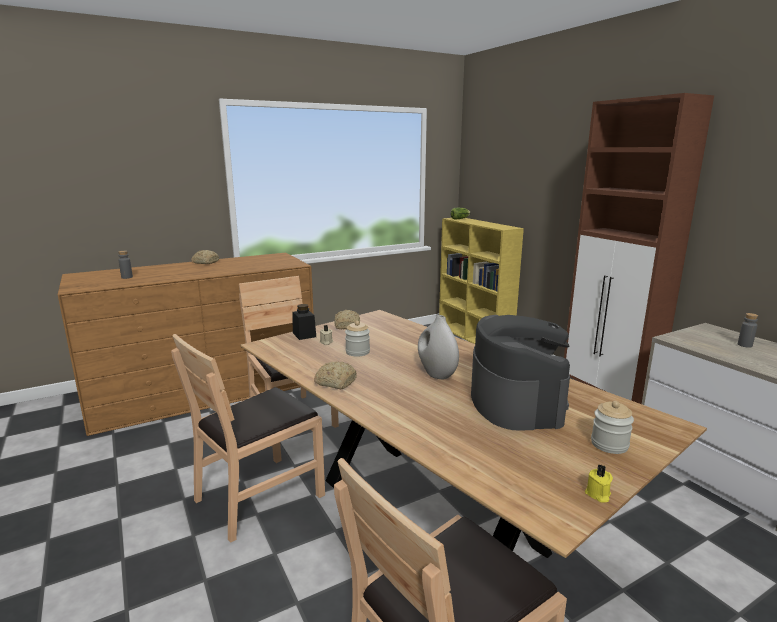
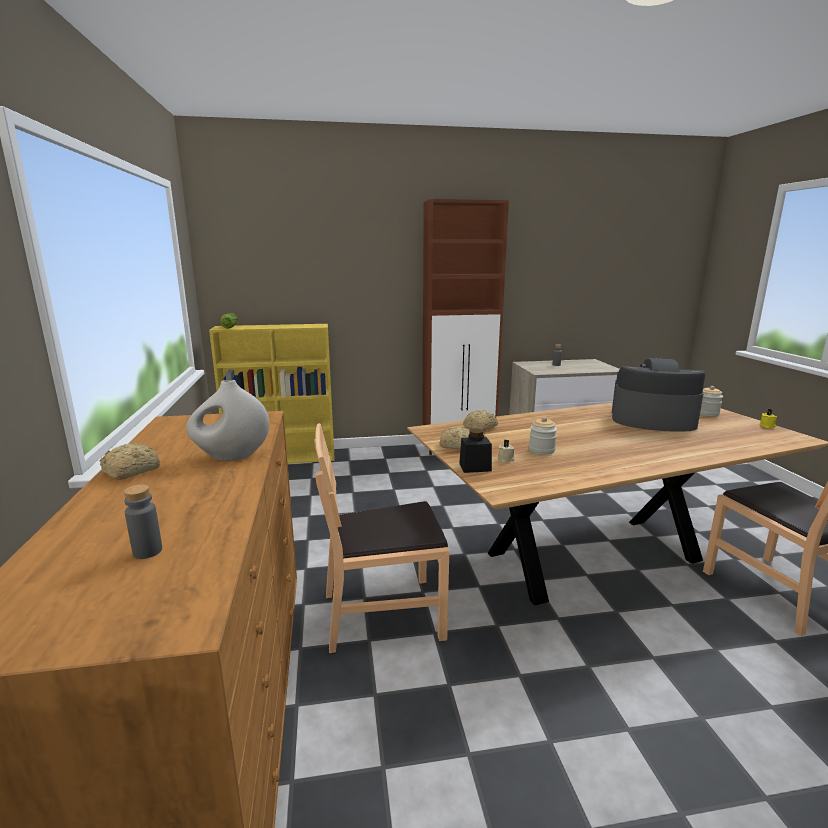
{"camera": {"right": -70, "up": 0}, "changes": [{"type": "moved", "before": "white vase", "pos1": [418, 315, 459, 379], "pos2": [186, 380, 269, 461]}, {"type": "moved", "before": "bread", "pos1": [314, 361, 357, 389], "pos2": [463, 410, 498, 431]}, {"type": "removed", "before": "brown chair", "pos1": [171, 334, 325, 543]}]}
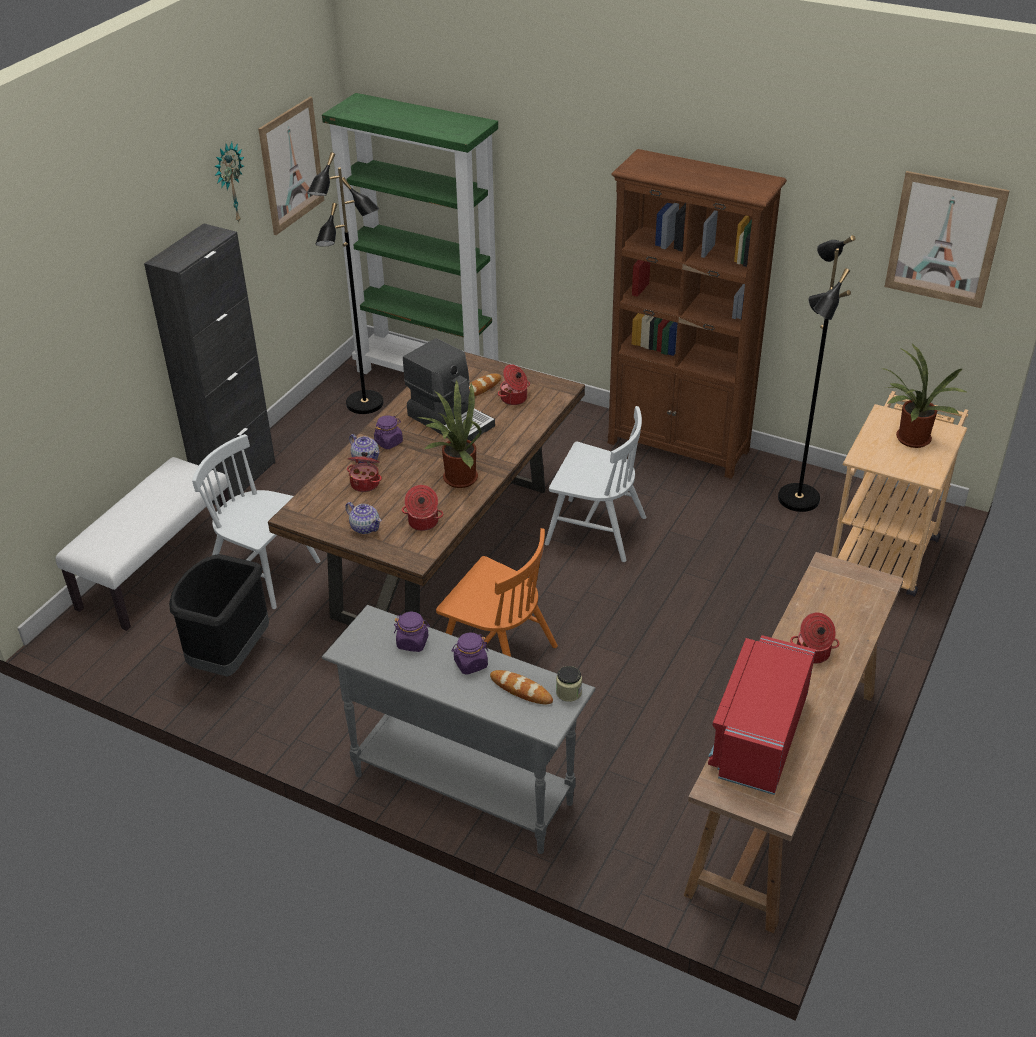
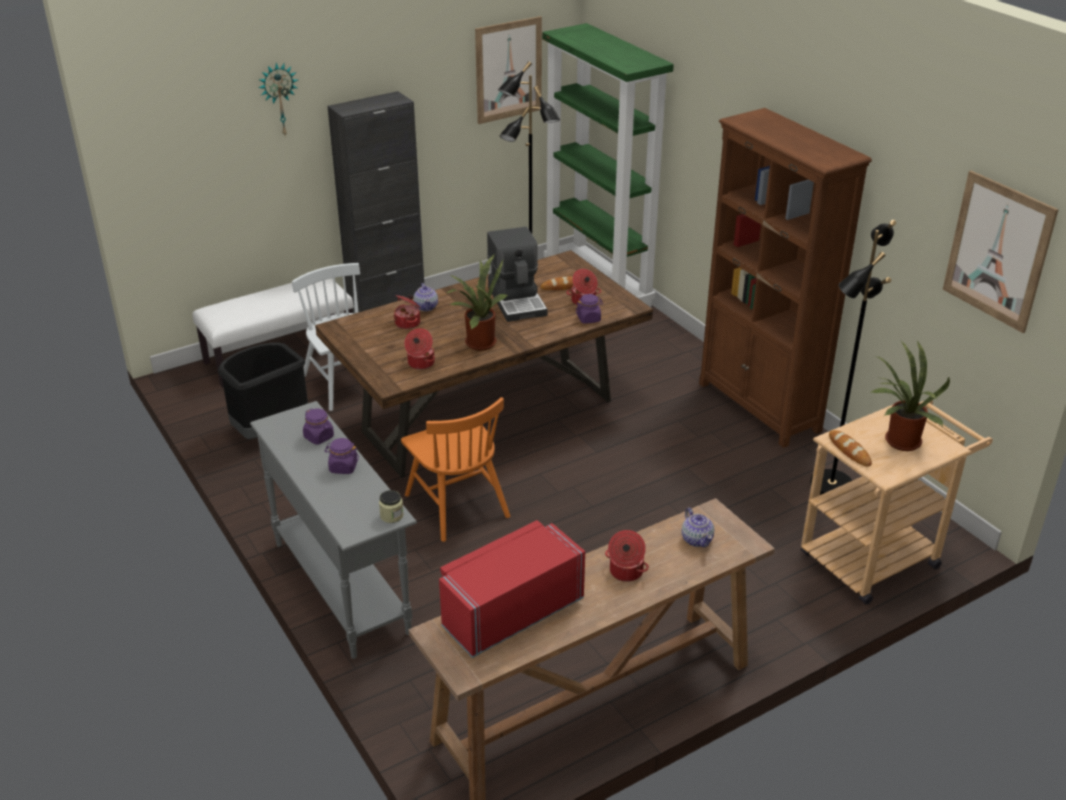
{"camera": {"right": 30, "up": -5}, "changes": [{"type": "moved", "before": "wall clock", "pos1": [214, 142, 244, 222], "pos2": [258, 63, 298, 135]}, {"type": "moved", "before": "purple jar", "pos1": [374, 415, 403, 449], "pos2": [576, 294, 603, 324]}, {"type": "moved", "before": "teapot", "pos1": [345, 502, 382, 534], "pos2": [681, 508, 714, 548]}, {"type": "moved", "before": "bread", "pos1": [490, 670, 553, 704], "pos2": [829, 430, 872, 467]}, {"type": "removed", "before": "white chair", "pos1": [545, 406, 646, 562]}]}
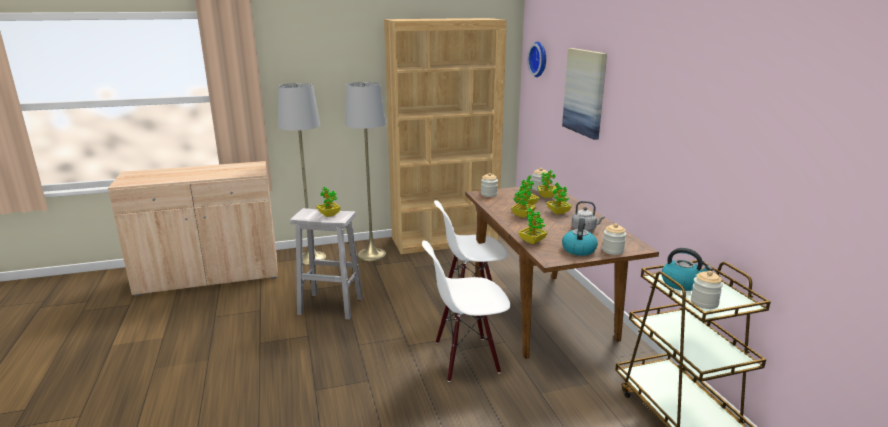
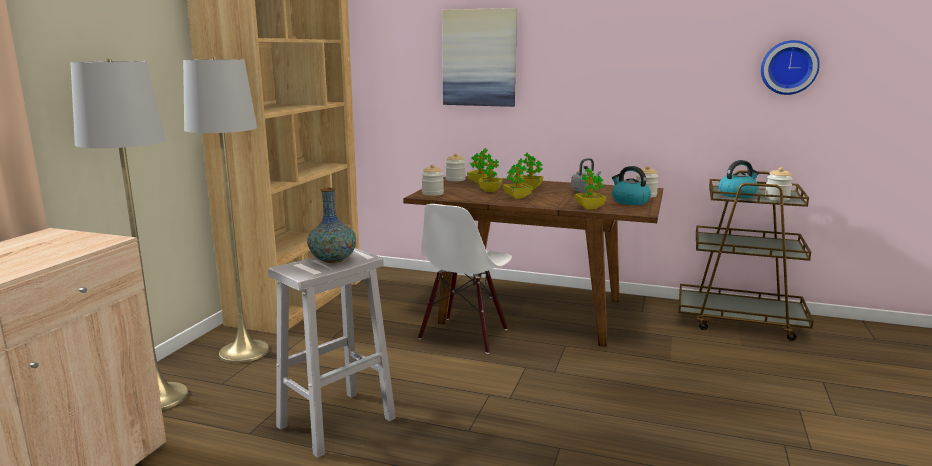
{"camera": {"right": -55, "up": -5}, "changes": [{"type": "replaced", "before": "potted plant", "after": "vase", "pos1": [317, 187, 341, 217], "pos2": [307, 188, 356, 263]}, {"type": "moved", "before": "wall clock", "pos1": [528, 42, 546, 77], "pos2": [761, 40, 820, 95]}, {"type": "removed", "before": "white chair", "pos1": [422, 240, 510, 382]}]}
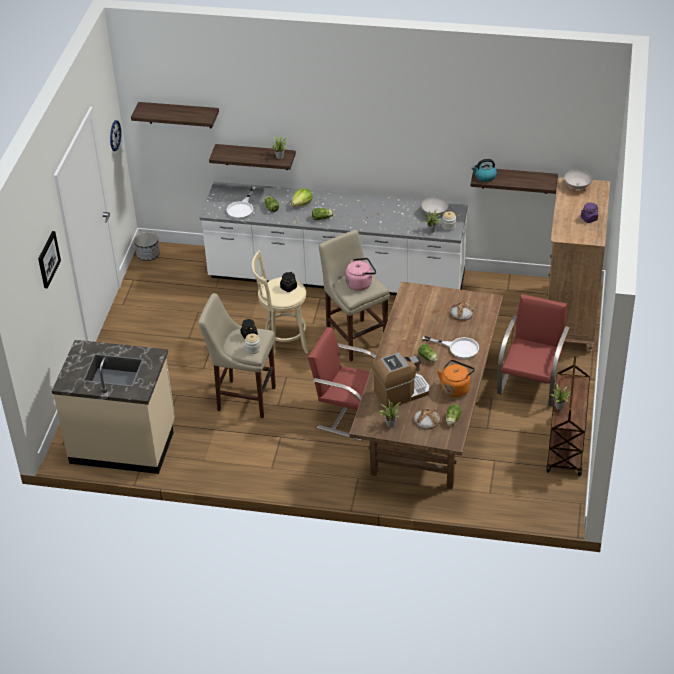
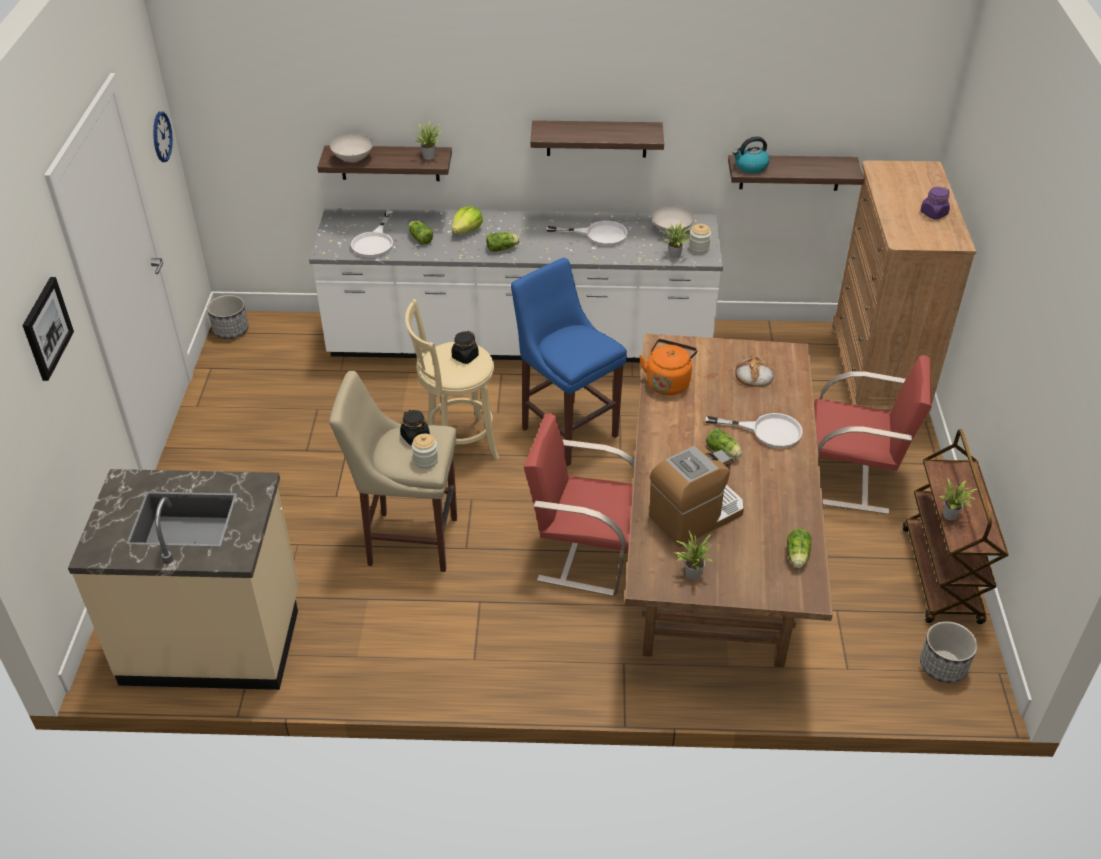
{"camera": {"right": -10, "up": 0}, "changes": [{"type": "moved", "before": "white bowl", "pos1": [564, 169, 593, 189], "pos2": [330, 134, 373, 162]}, {"type": "recoloured", "before": "beige stool", "after": "blue stool", "pos1": [319, 230, 390, 361], "pos2": [511, 258, 627, 466]}, {"type": "moved", "before": "shelf", "pos1": [131, 102, 219, 128], "pos2": [530, 120, 664, 157]}, {"type": "added", "after": "white frying pan", "pos2": [546, 221, 628, 246]}, {"type": "moved", "before": "orange kettle", "pos1": [437, 360, 475, 397], "pos2": [639, 339, 698, 395]}, {"type": "turned", "before": "red chair", "pos1": [497, 294, 570, 406], "pos2": [814, 355, 932, 514], "turn": 90}, {"type": "added", "after": "planter", "pos2": [920, 621, 978, 683]}, {"type": "removed", "before": "pink kettle", "pos1": [345, 258, 376, 291]}, {"type": "removed", "before": "bread", "pos1": [414, 408, 440, 430]}]}
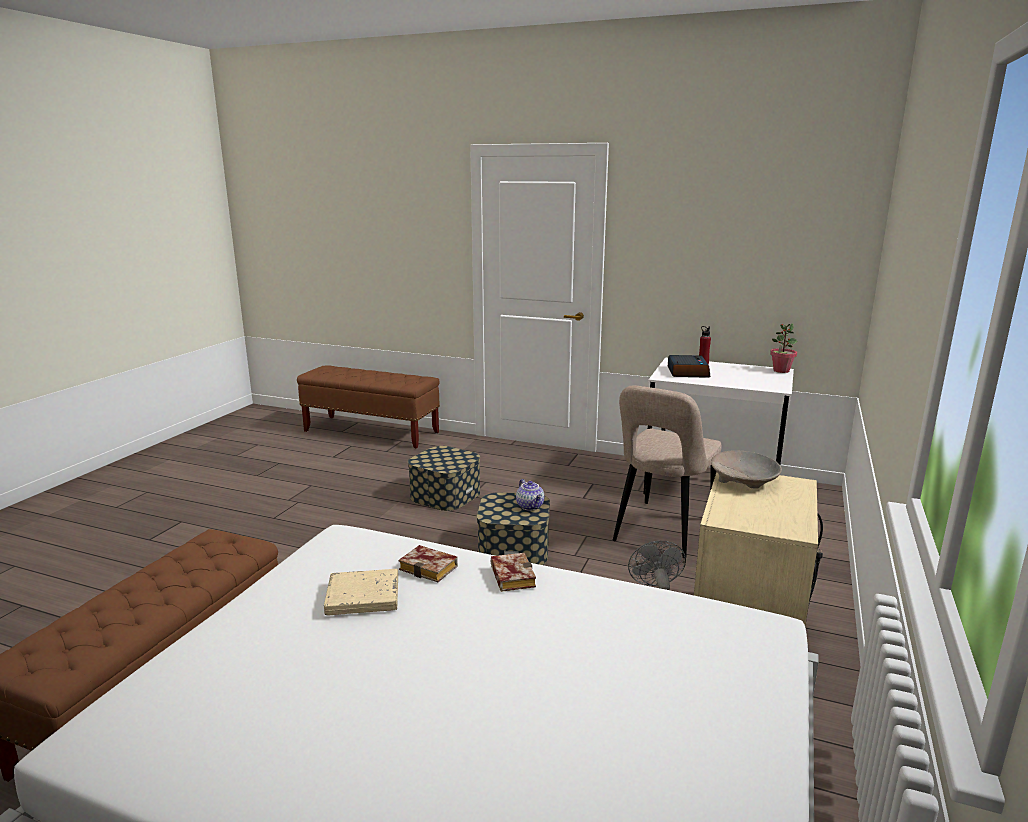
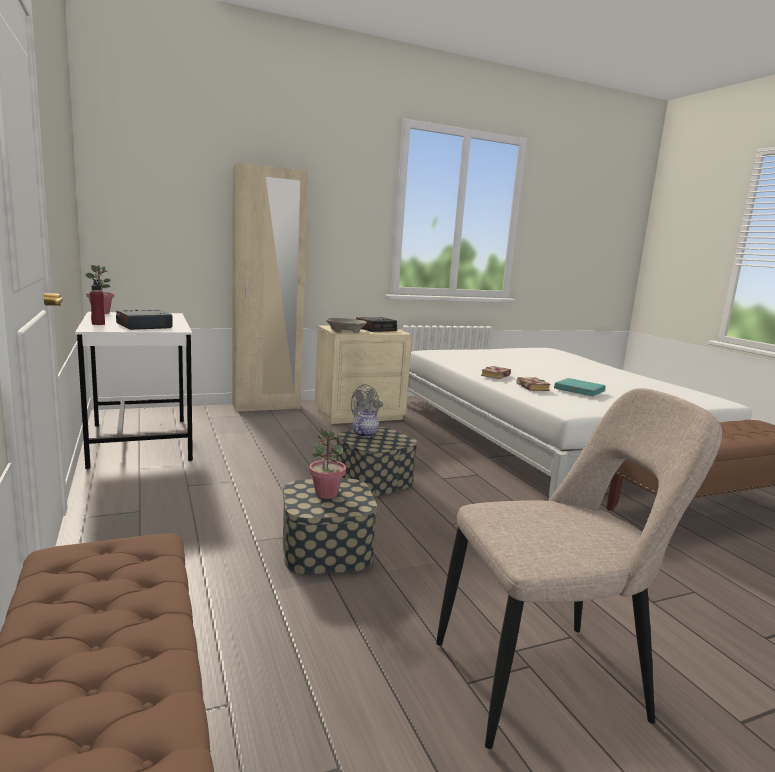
{"camera": {"right": -135, "up": -5}, "changes": [{"type": "added", "after": "beige wardrobe", "pos2": [232, 163, 308, 412]}, {"type": "added", "after": "potted plant", "pos2": [309, 425, 346, 499]}, {"type": "added", "after": "alarm clock", "pos2": [356, 317, 397, 332]}, {"type": "moved", "before": "beige chair", "pos1": [613, 385, 722, 558], "pos2": [436, 388, 723, 749]}, {"type": "recoloured", "before": "beige book", "after": "turquoise book", "pos1": [324, 569, 398, 615], "pos2": [554, 378, 606, 396]}]}
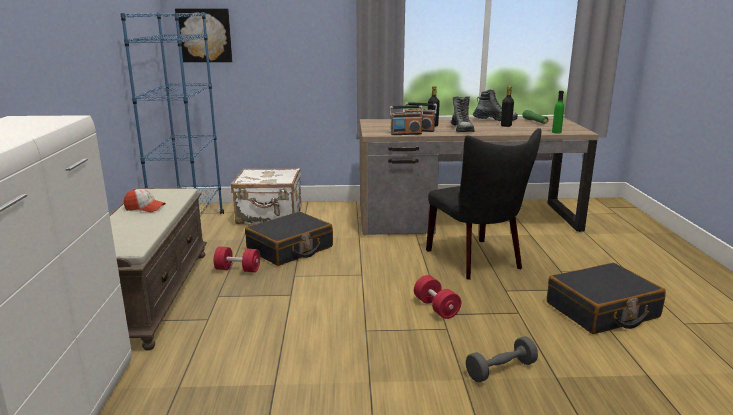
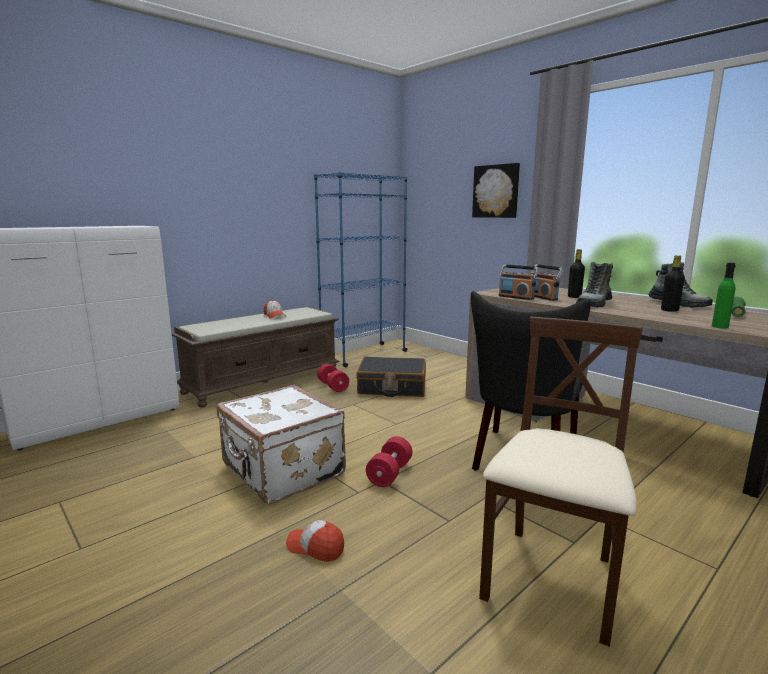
{"camera": {"right": 50, "up": -5}, "changes": [{"type": "moved", "before": "white suitcase", "pos1": [231, 168, 301, 224], "pos2": [217, 385, 346, 504]}, {"type": "replaced", "before": "grey dumbbell", "after": "cap", "pos1": [466, 336, 538, 382], "pos2": [286, 520, 344, 562]}, {"type": "moved", "before": "picture", "pos1": [175, 9, 232, 62], "pos2": [472, 163, 520, 218]}, {"type": "replaced", "before": "black suitcase", "after": "beige chair", "pos1": [547, 263, 666, 334], "pos2": [479, 317, 643, 647]}]}
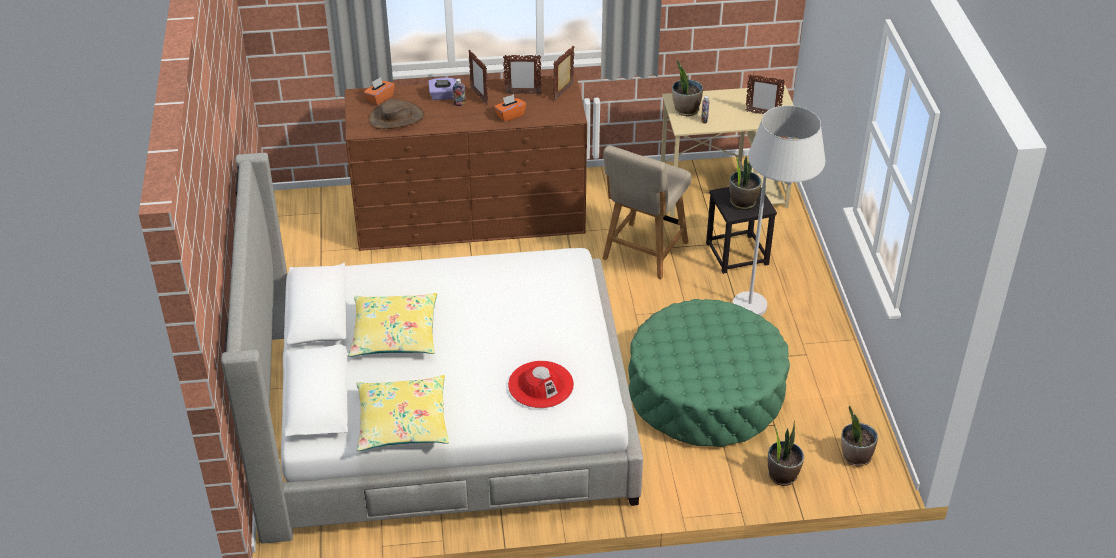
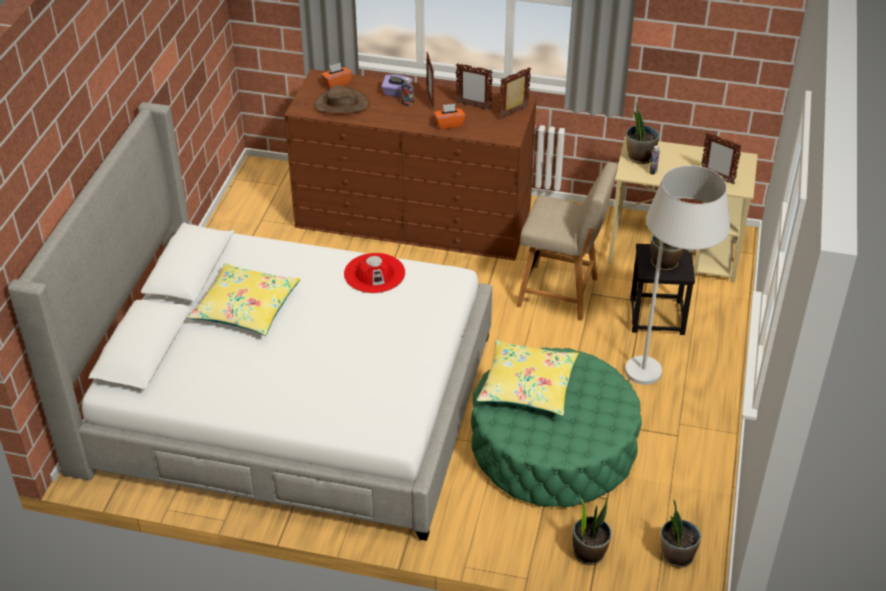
{"camera": {"right": 20, "up": 0}, "changes": [{"type": "moved", "before": "red hat", "pos1": [508, 361, 574, 408], "pos2": [344, 253, 405, 293]}, {"type": "moved", "before": "yellow pillow", "pos1": [356, 375, 449, 451], "pos2": [477, 340, 579, 416]}, {"type": "turned", "before": "beige chair", "pos1": [602, 145, 691, 279], "pos2": [516, 162, 618, 321], "turn": -120}]}
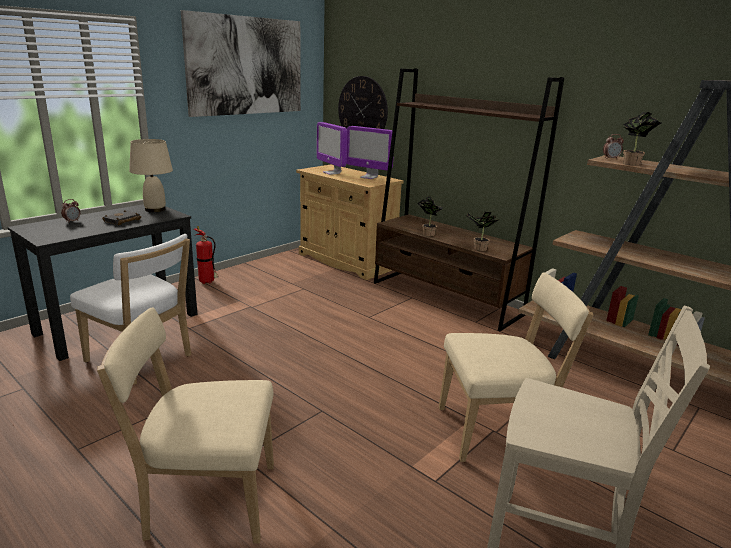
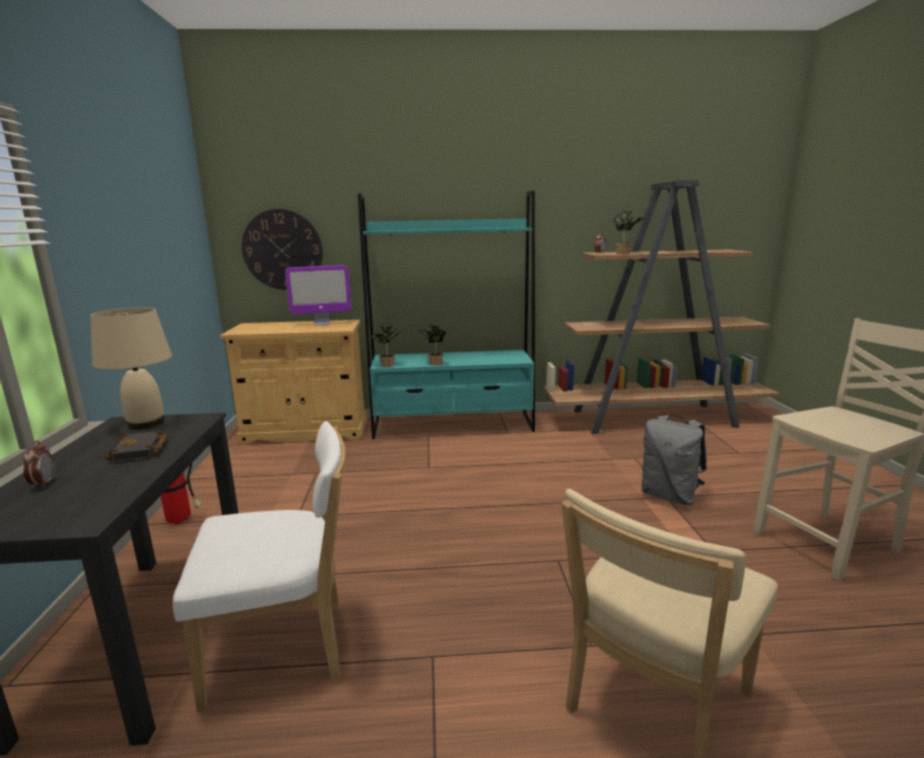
{"camera": {"right": -45, "up": -5}, "changes": [{"type": "recoloured", "before": "brown bookcase", "after": "turquoise bookcase", "pos1": [374, 68, 564, 331], "pos2": [358, 191, 535, 439]}, {"type": "moved", "before": "potted plant", "pos1": [467, 210, 498, 251], "pos2": [370, 326, 400, 367]}, {"type": "replaced", "before": "beige chair", "after": "grey backpack", "pos1": [439, 272, 593, 462], "pos2": [641, 415, 707, 505]}, {"type": "removed", "before": "picture", "pos1": [181, 10, 301, 117]}, {"type": "removed", "before": "monitor", "pos1": [317, 122, 347, 175]}]}
